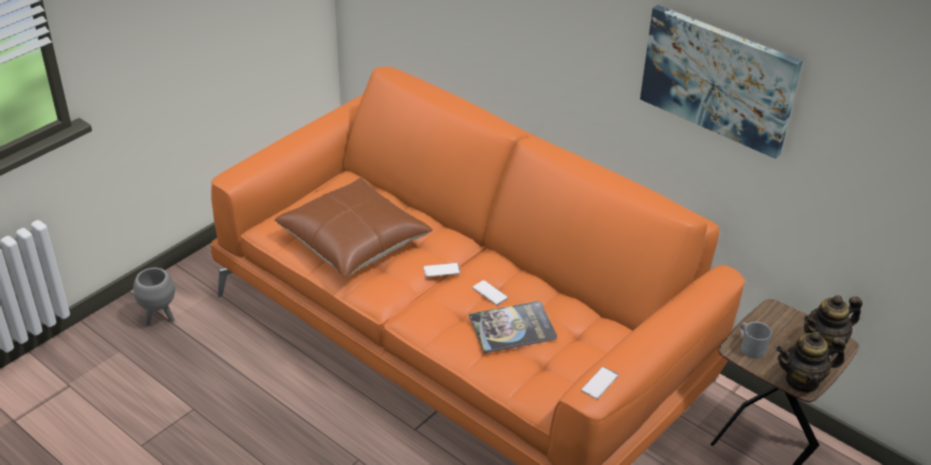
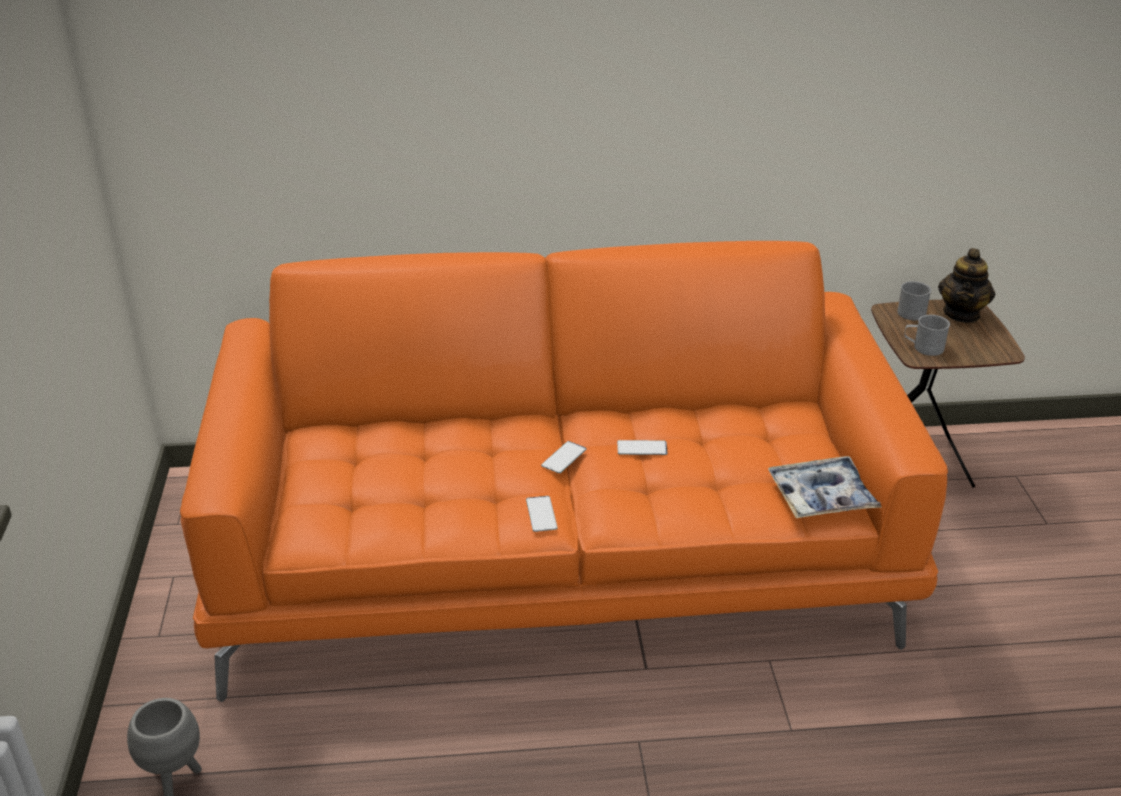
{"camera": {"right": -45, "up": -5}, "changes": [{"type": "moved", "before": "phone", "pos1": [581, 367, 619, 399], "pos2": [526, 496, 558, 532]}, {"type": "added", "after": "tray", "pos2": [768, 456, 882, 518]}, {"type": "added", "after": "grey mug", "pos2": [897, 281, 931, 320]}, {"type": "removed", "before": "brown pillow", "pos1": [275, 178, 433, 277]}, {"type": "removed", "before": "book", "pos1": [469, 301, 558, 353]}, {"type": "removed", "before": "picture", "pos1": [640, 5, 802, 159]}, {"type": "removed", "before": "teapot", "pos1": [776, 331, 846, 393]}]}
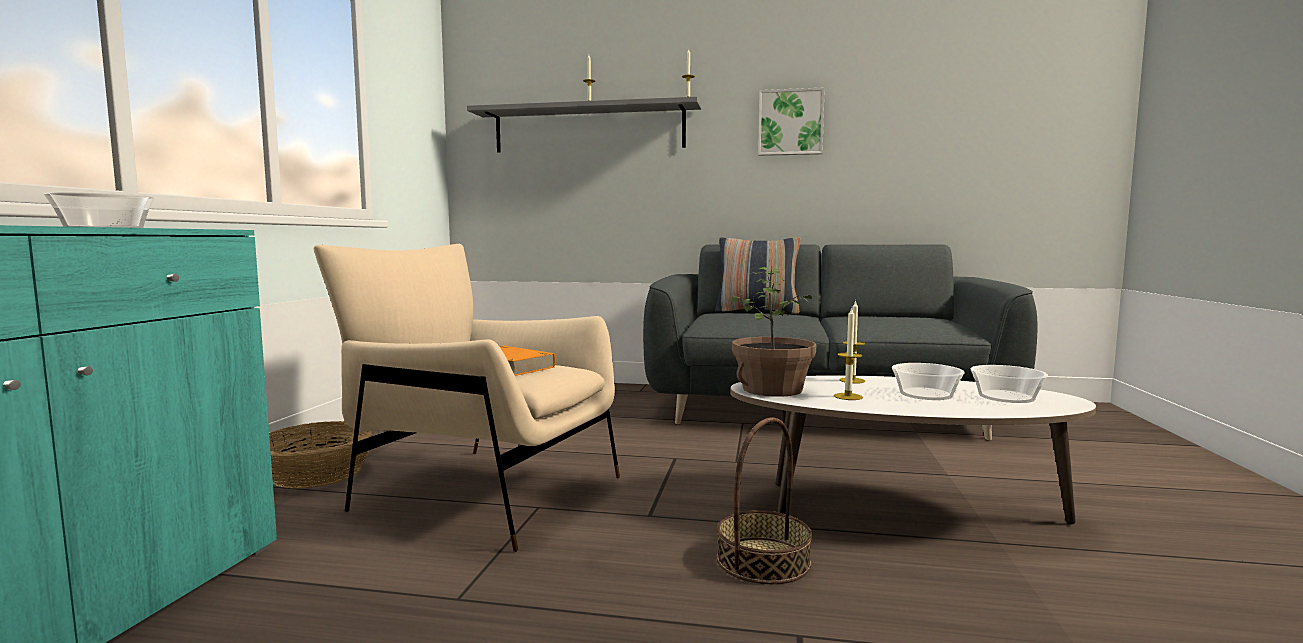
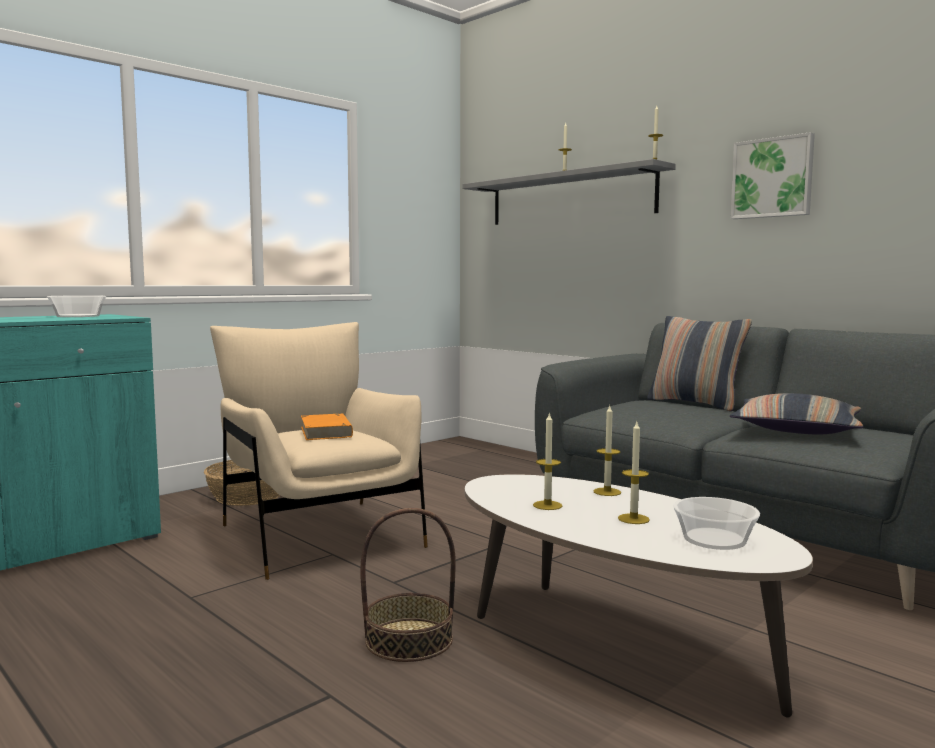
{"camera": {"right": 35, "up": 0}, "changes": [{"type": "replaced", "before": "bowl", "after": "candle", "pos1": [892, 363, 965, 400], "pos2": [618, 422, 650, 524]}, {"type": "added", "after": "pillow", "pos2": [730, 393, 864, 435]}, {"type": "removed", "before": "potted plant", "pos1": [732, 267, 816, 397]}]}
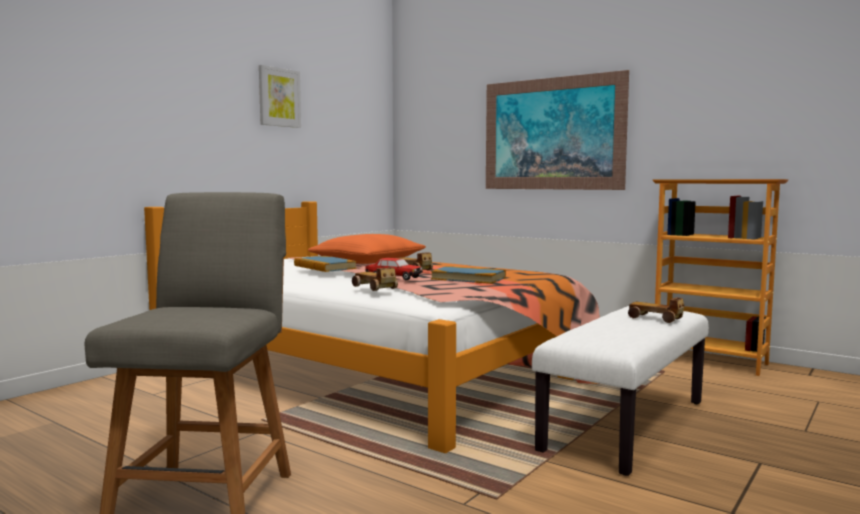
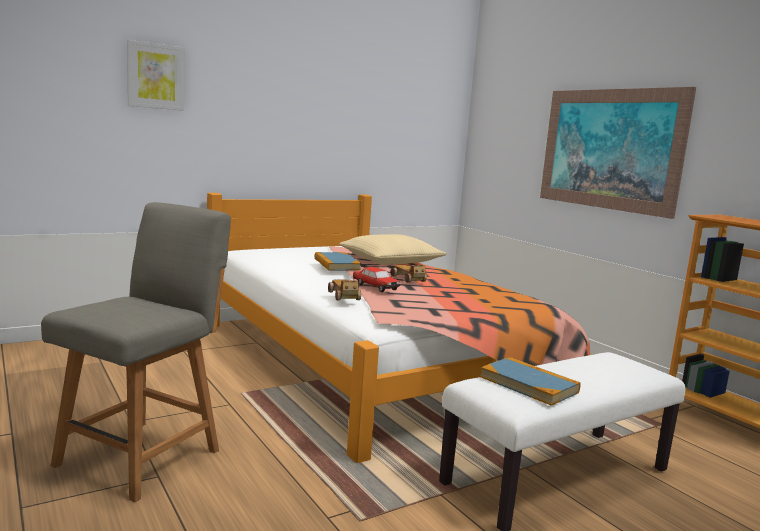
{"camera": {"right": 20, "up": 5}, "changes": [{"type": "moved", "before": "picture", "pos1": [259, 65, 301, 128], "pos2": [127, 40, 184, 111]}, {"type": "recoloured", "before": "orange pillow", "after": "beige pillow", "pos1": [308, 234, 426, 264], "pos2": [339, 234, 447, 264]}, {"type": "moved", "before": "book", "pos1": [431, 266, 506, 284], "pos2": [480, 357, 581, 406]}, {"type": "removed", "before": "toy car", "pos1": [628, 297, 684, 323]}]}
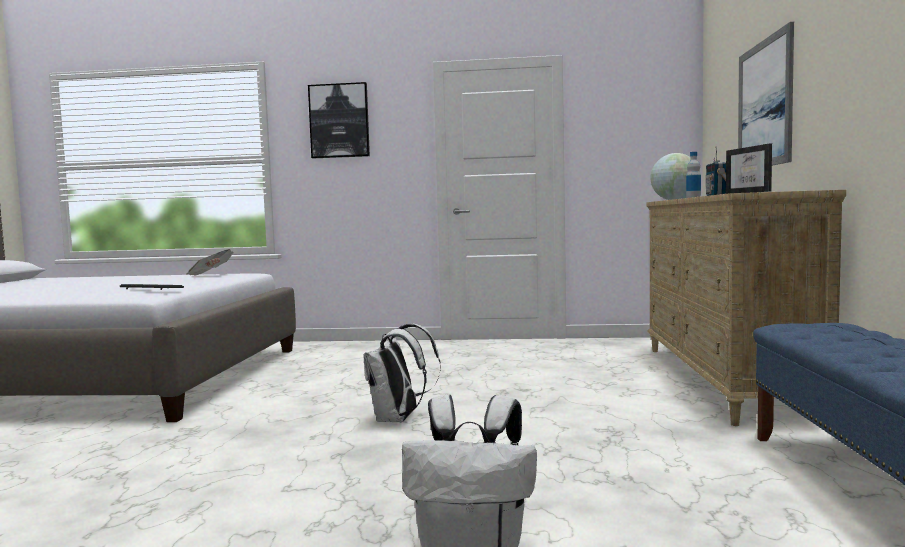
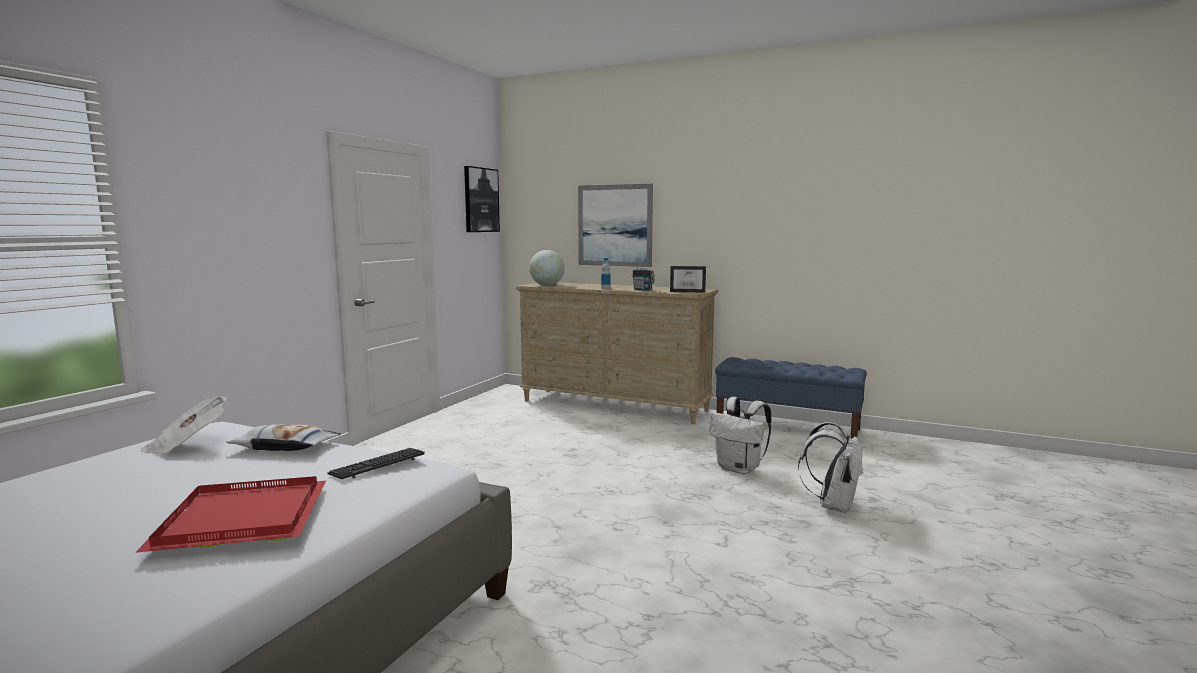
{"camera": {"right": -70, "up": 5}, "changes": [{"type": "added", "after": "red tray", "pos2": [135, 476, 326, 553]}, {"type": "added", "after": "pillow", "pos2": [226, 424, 341, 451]}, {"type": "moved", "before": "picture", "pos1": [308, 82, 370, 159], "pos2": [464, 166, 500, 232]}, {"type": "moved", "before": "white backpack", "pos1": [363, 323, 441, 422], "pos2": [710, 397, 772, 474]}]}
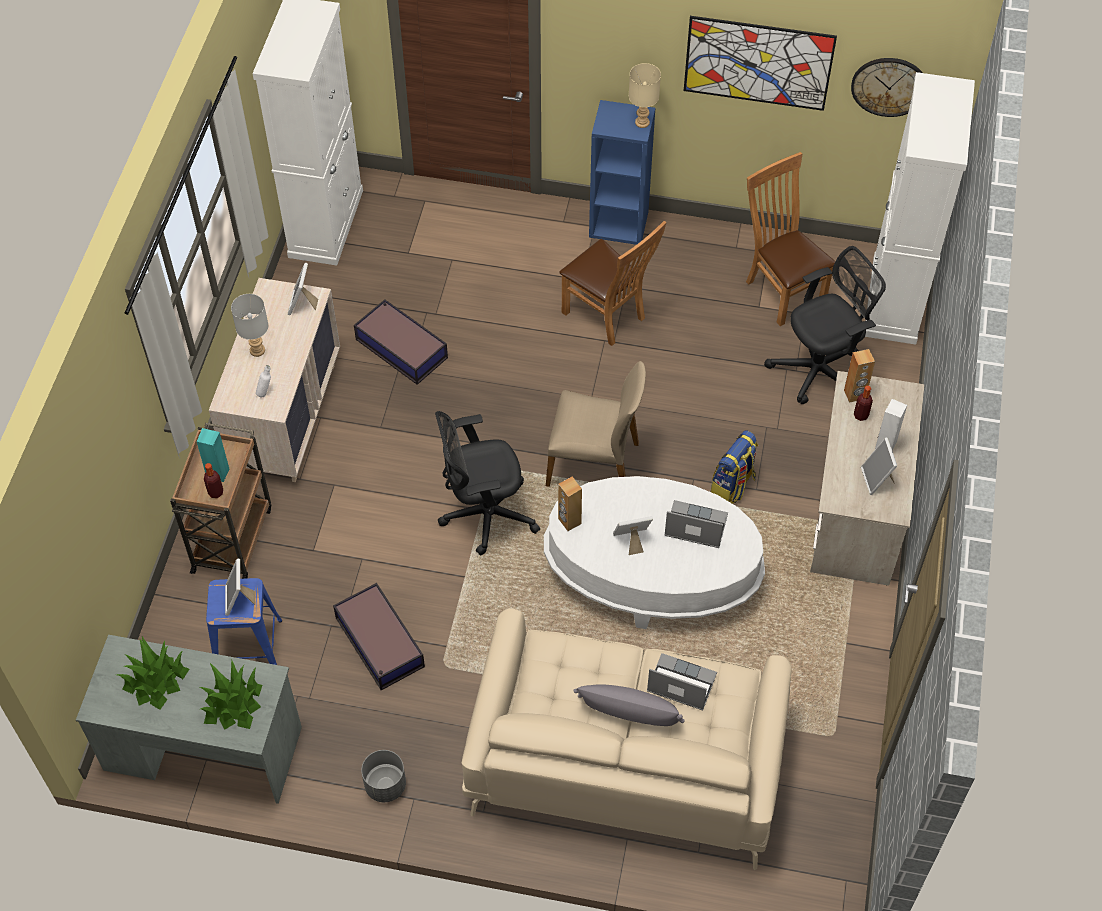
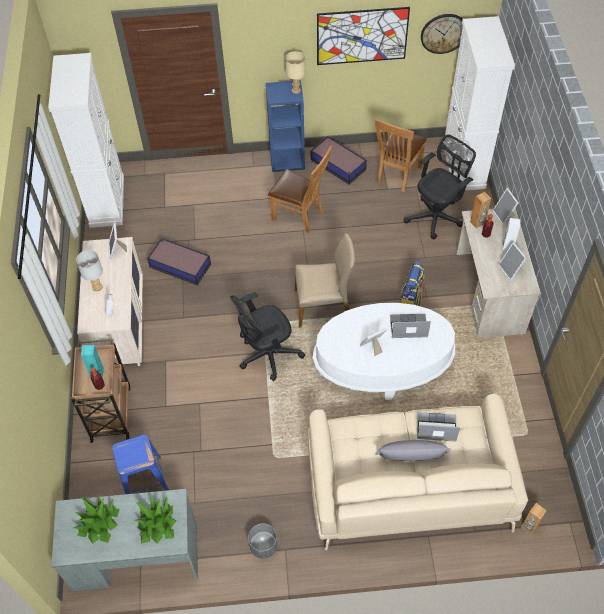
{"camera": {"right": -15, "up": 0}, "changes": [{"type": "moved", "before": "storage box", "pos1": [333, 583, 425, 690], "pos2": [311, 136, 367, 185]}, {"type": "turned", "before": "brown chair", "pos1": [746, 152, 835, 326], "pos2": [374, 118, 427, 192], "turn": -105}, {"type": "moved", "before": "picture frame", "pos1": [225, 559, 255, 616], "pos2": [493, 188, 519, 225]}, {"type": "moved", "before": "brown speaker", "pos1": [558, 476, 582, 531], "pos2": [521, 503, 547, 535]}]}
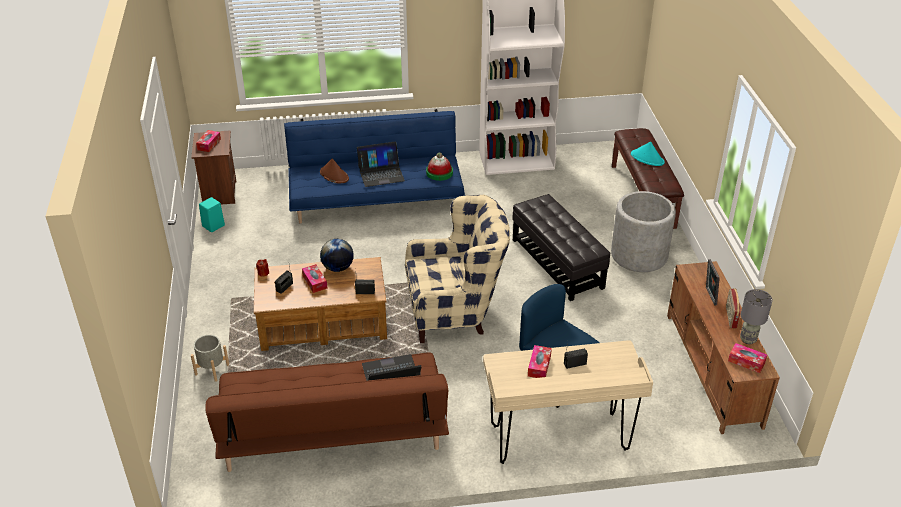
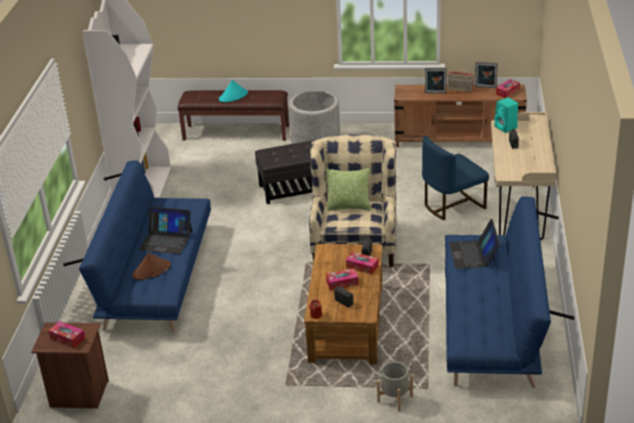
{"camera": {"right": -75, "up": -5}, "changes": [{"type": "turned", "before": "laptop", "pos1": [357, 142, 405, 187], "pos2": [139, 207, 192, 254], "turn": 105}, {"type": "added", "after": "pillow", "pos2": [326, 169, 371, 211]}, {"type": "moved", "before": "tissue box", "pos1": [528, 345, 552, 378], "pos2": [346, 252, 379, 274]}, {"type": "recoloured", "before": "brown sofa", "after": "blue sofa", "pos1": [206, 352, 449, 472], "pos2": [445, 196, 575, 388]}, {"type": "replaced", "before": "grey table lamp", "after": "picture frame", "pos1": [740, 289, 772, 344], "pos2": [475, 62, 498, 88]}, {"type": "moved", "before": "turquoise speaker", "pos1": [199, 197, 225, 232], "pos2": [494, 97, 518, 133]}, {"type": "removed", "before": "globe", "pos1": [320, 239, 354, 272]}, {"type": "removed", "before": "hat", "pos1": [426, 152, 453, 181]}]}
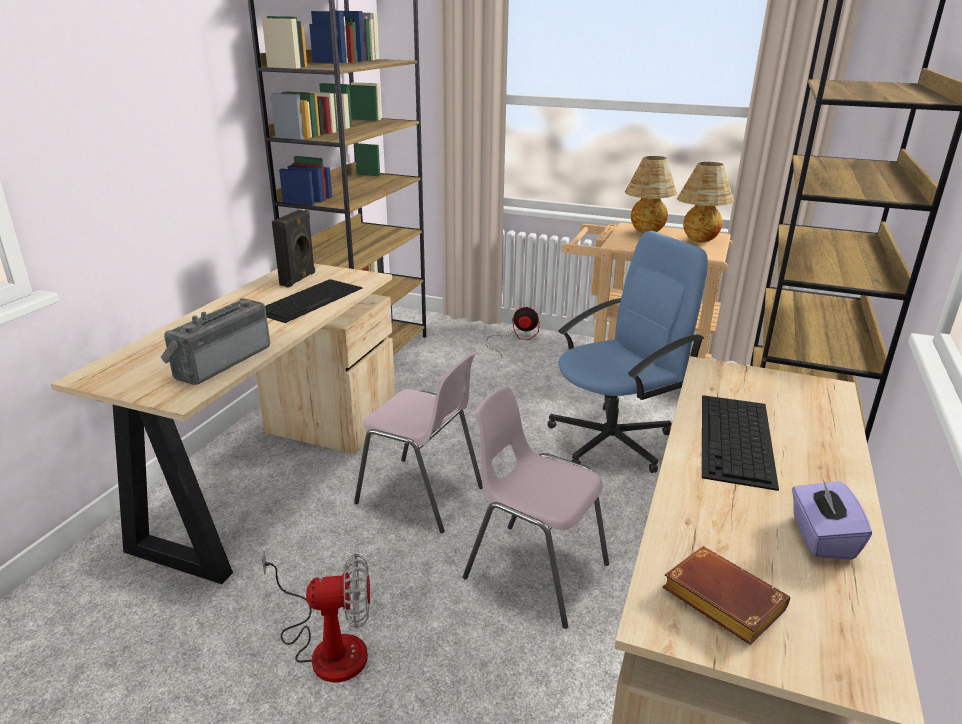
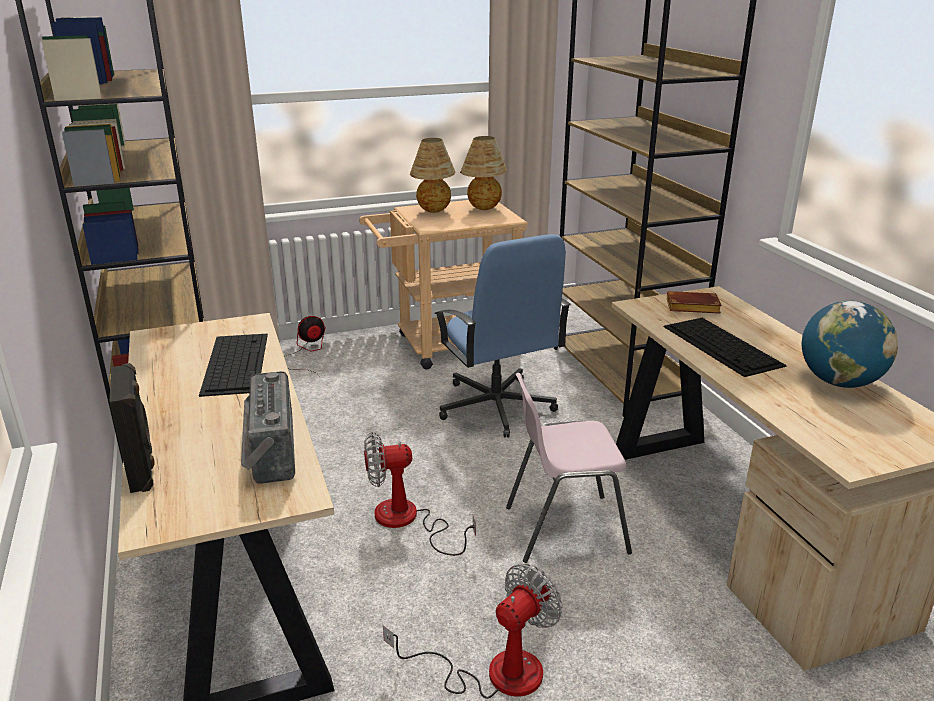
{"camera": {"right": -40, "up": 0}, "changes": [{"type": "moved", "before": "black speaker", "pos1": [272, 210, 315, 288], "pos2": [109, 363, 155, 493]}, {"type": "replaced", "before": "pink chair", "after": "fan", "pos1": [354, 352, 483, 533], "pos2": [364, 432, 476, 556]}, {"type": "turned", "before": "blue office chair", "pos1": [547, 231, 708, 473], "pos2": [434, 234, 571, 438], "turn": 135}, {"type": "moved", "before": "brown book", "pos1": [662, 546, 790, 645], "pos2": [667, 291, 722, 314]}, {"type": "replaced", "before": "purple tissue box", "after": "globe", "pos1": [792, 479, 872, 560], "pos2": [802, 301, 898, 388]}]}
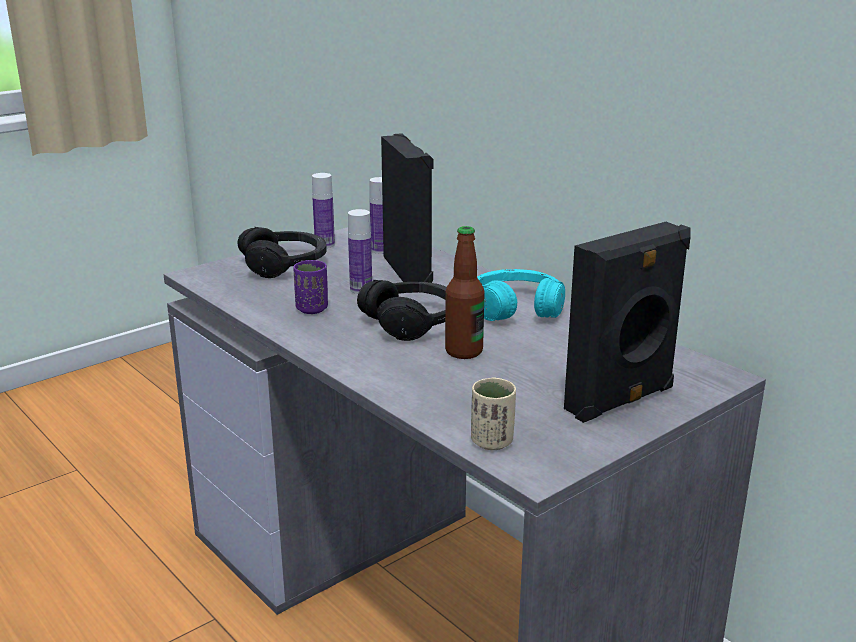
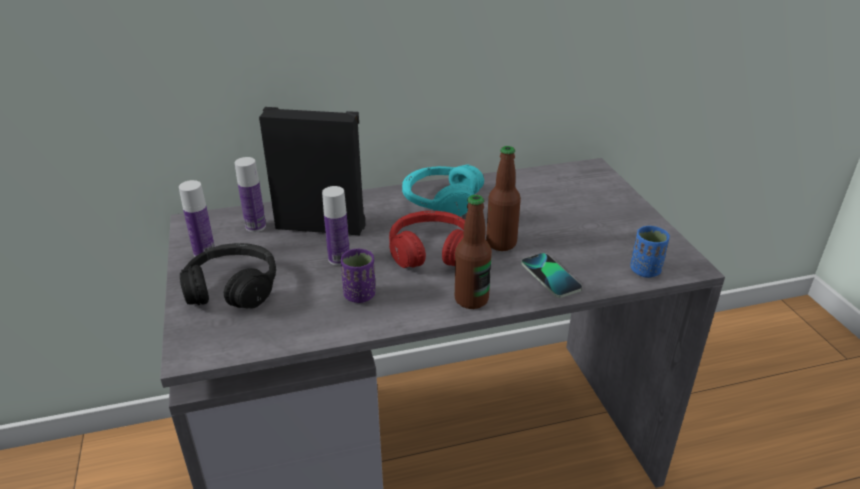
{"camera": {"right": -65, "up": 10}, "changes": [{"type": "recoloured", "before": "black headphones", "after": "red headphones", "pos1": [357, 280, 447, 341], "pos2": [389, 211, 465, 268]}, {"type": "added", "after": "bottle", "pos2": [455, 195, 492, 309]}, {"type": "added", "after": "phone", "pos2": [521, 253, 582, 298]}, {"type": "recoloured", "before": "beige cup", "after": "blue cup", "pos1": [471, 377, 516, 450], "pos2": [630, 226, 670, 278]}, {"type": "removed", "before": "black speaker", "pos1": [564, 222, 691, 423]}]}
